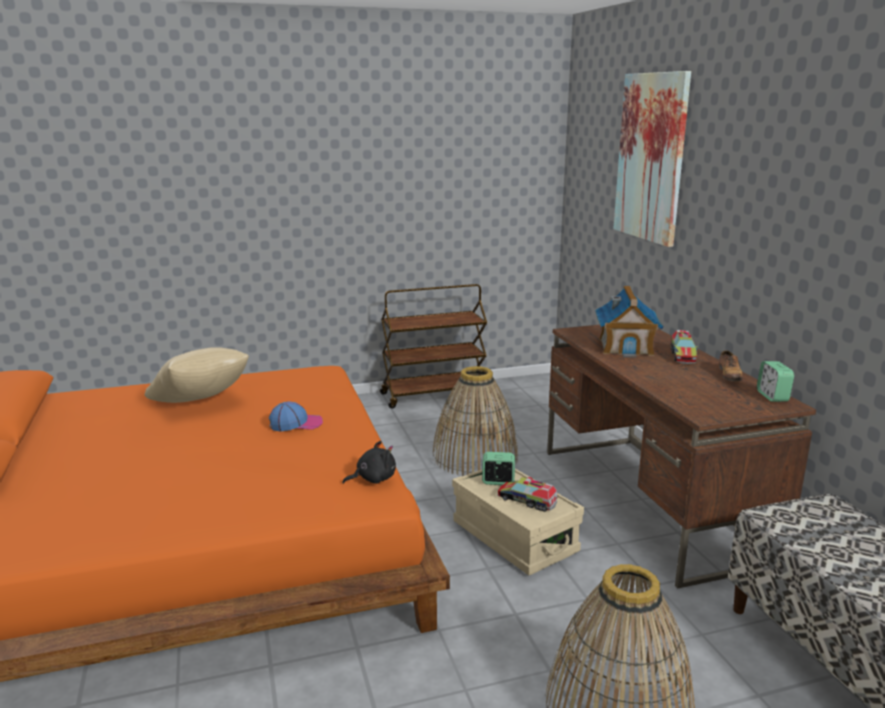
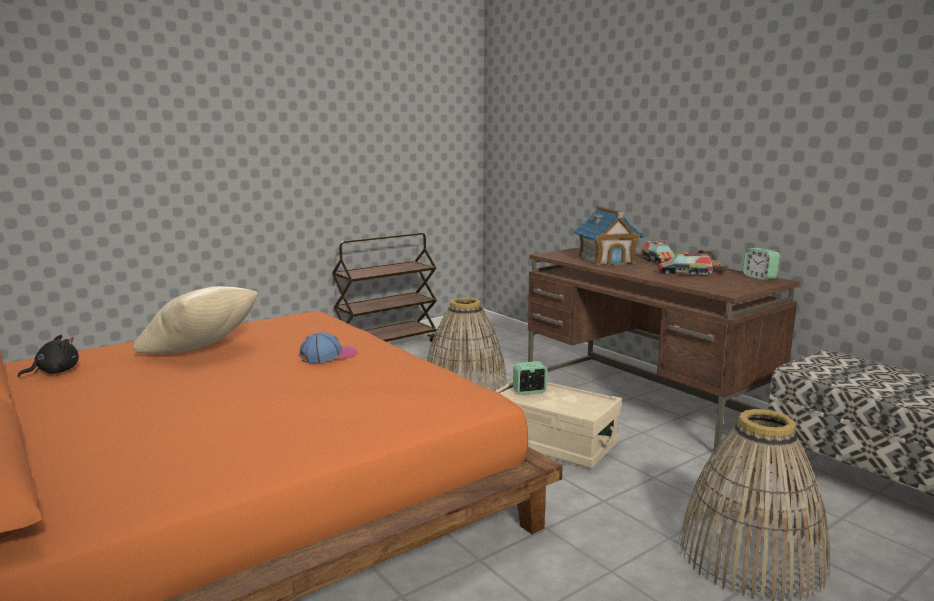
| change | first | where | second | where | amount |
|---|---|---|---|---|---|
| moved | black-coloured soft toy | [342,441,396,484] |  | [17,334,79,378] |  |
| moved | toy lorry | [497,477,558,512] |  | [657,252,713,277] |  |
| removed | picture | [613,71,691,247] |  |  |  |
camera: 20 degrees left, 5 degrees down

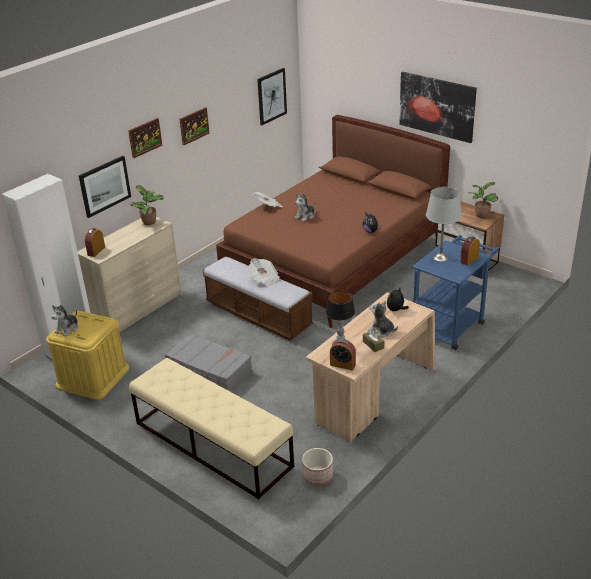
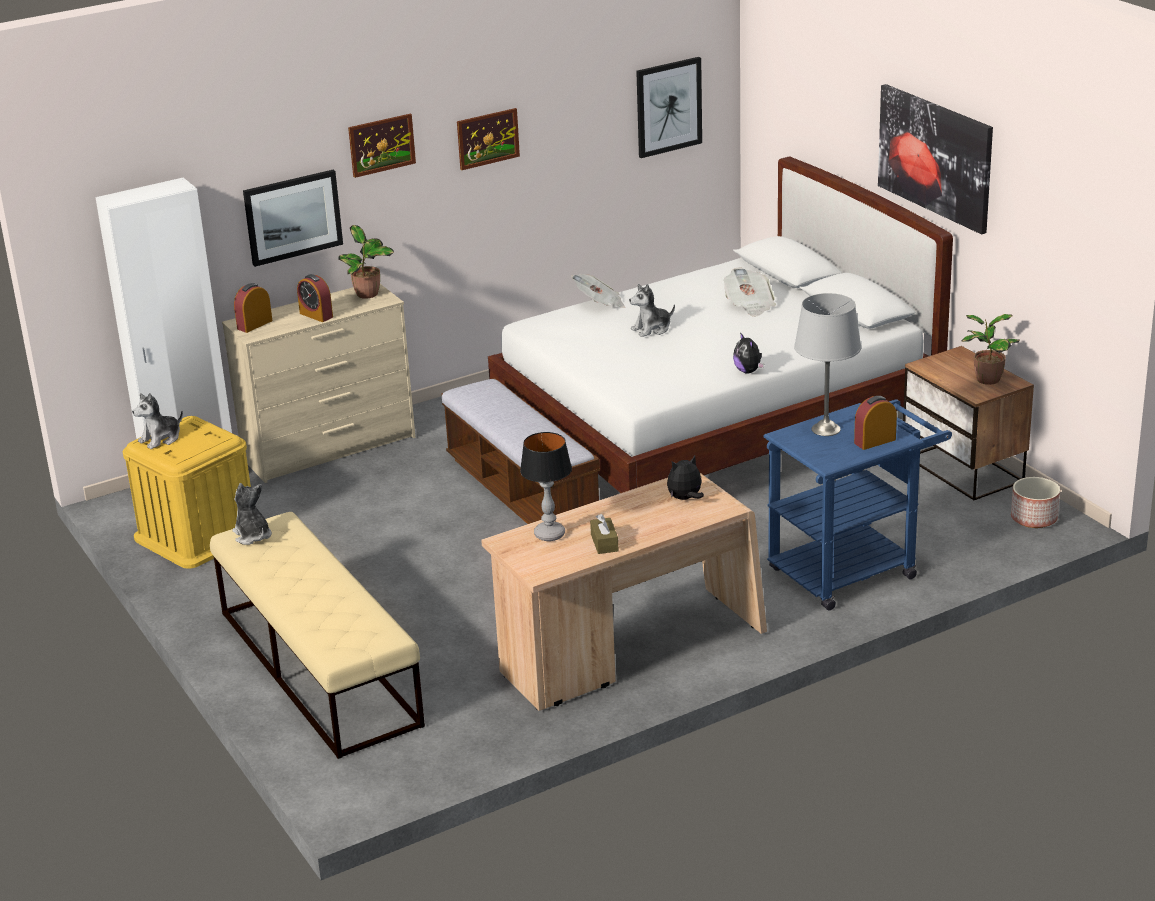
| change | first | where | second | where | amount |
|---|---|---|---|---|---|
| removed | gray piece of luggage | [165,333,252,392] |  |  |  |
| recoloured | brown bedroom bed | [216,115,450,328] | white bedroom bed | [488,156,953,493] |  |
| moved | printed paper | [248,258,280,287] |  | [723,267,776,317] |  |
| moved | planter | [302,448,333,485] |  | [1011,477,1060,528] |  |
| moved | alarm clock | [330,339,356,370] |  | [297,274,333,322] |  |
| moved | soft toy | [368,300,398,337] |  | [232,483,272,545] |  |
camera: 20 degrees right, 5 degrees down

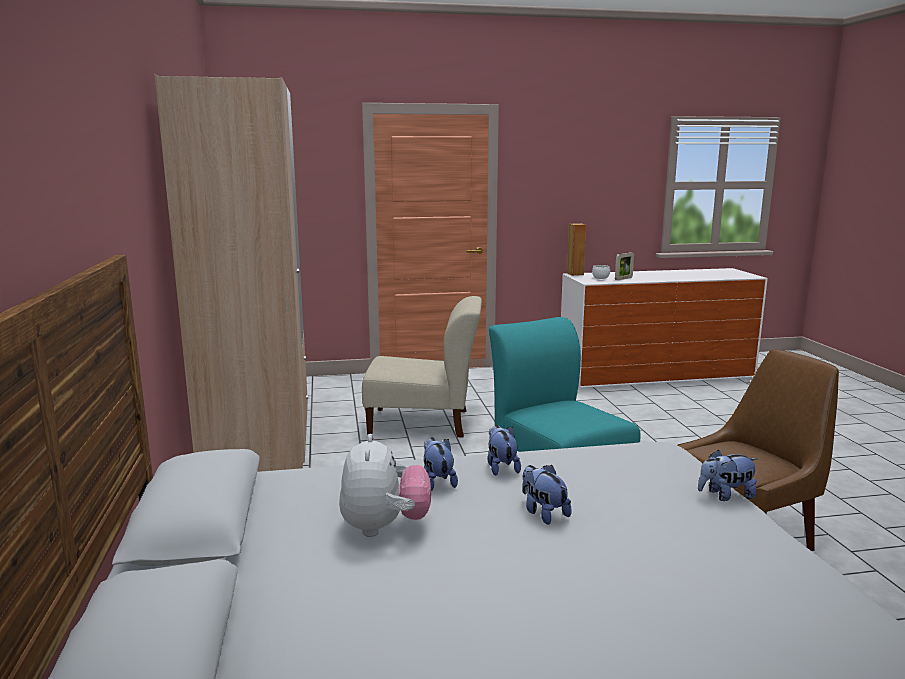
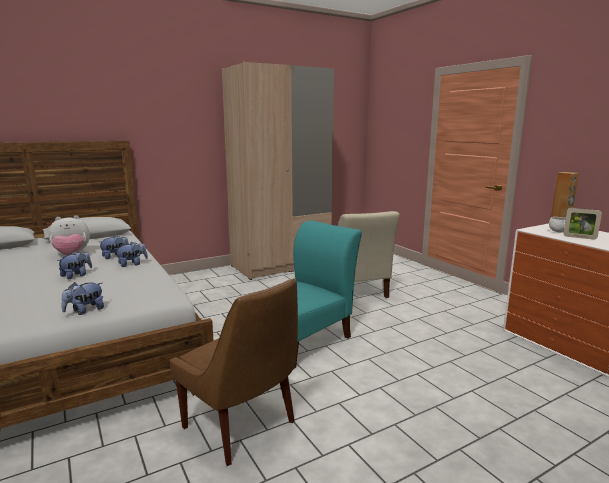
| change | first | where | second | where | amount |
|---|---|---|---|---|---|
| turned | soft toy | [698,450,758,501] |  | [61,282,104,315] | 105 degrees counterclockwise |
camera: 70 degrees right, 0 degrees up

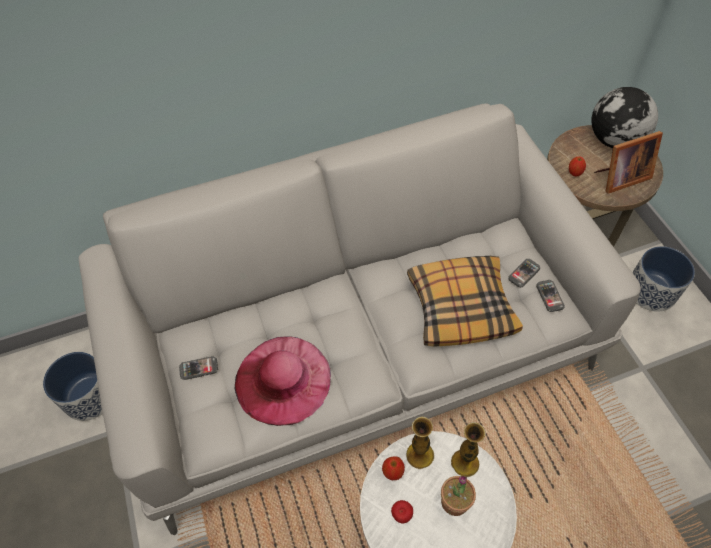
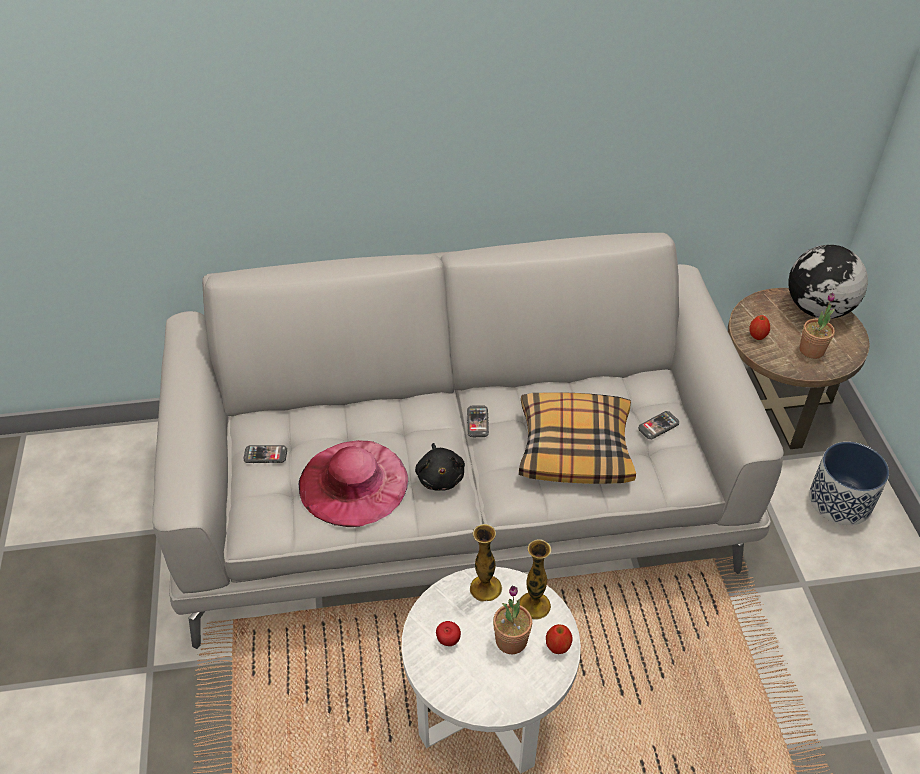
| change | first | where | second | where | amount |
|---|---|---|---|---|---|
| removed | planter | [43,352,103,421] |  |  |  |
| moved | whole apple | [382,456,405,480] |  | [546,624,572,654] |  |
| moved | phone | [536,280,565,312] |  | [467,406,489,437] |  |
| replaced | standing frame | [594,131,663,194] | potted plant | [800,292,835,359] |  |
| added |  |  | black-coloured soft toy | [415,443,465,491] |  |
camera: 10 degrees right, 10 degrees down

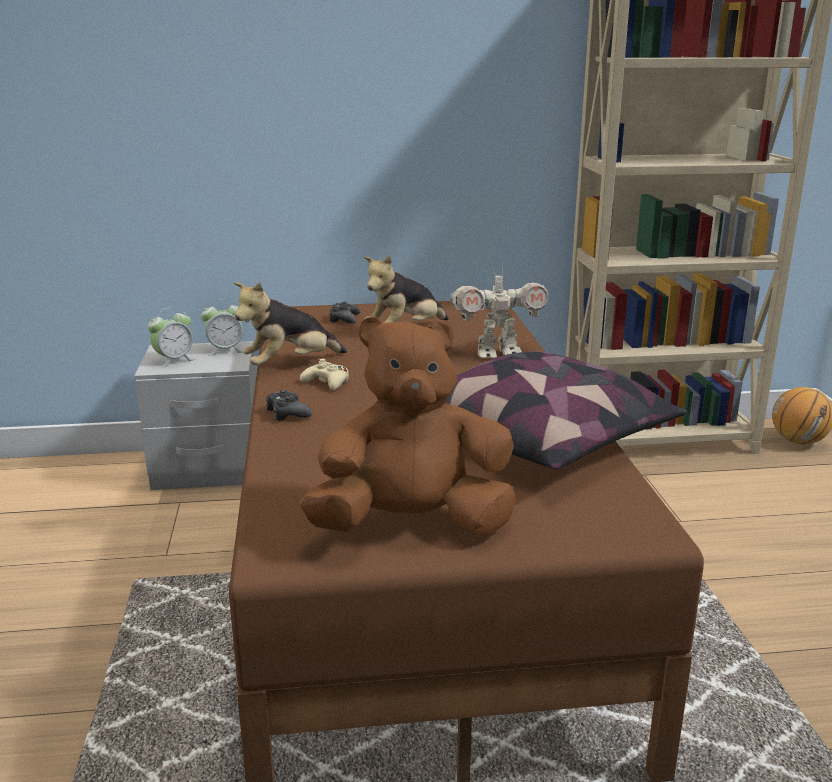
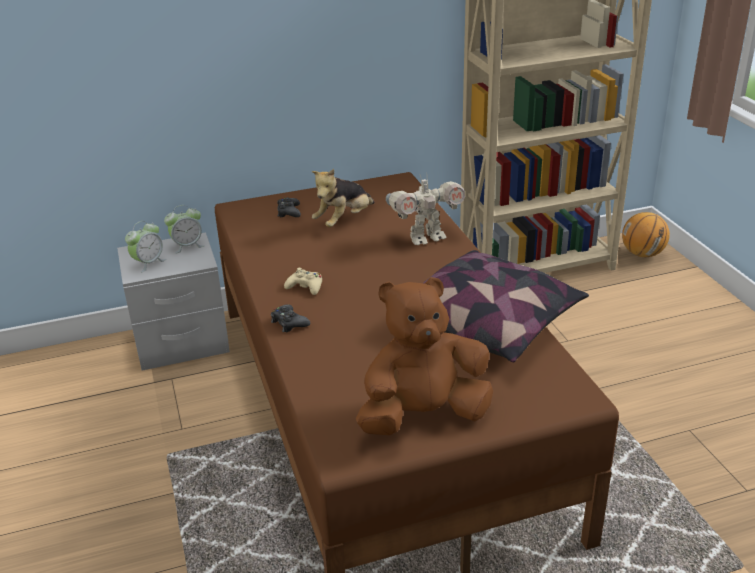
| change | first | where | second | where | amount |
|---|---|---|---|---|---|
| removed | soft toy | [234,282,347,365] |  |  |  |
camera: 10 degrees left, 10 degrees up

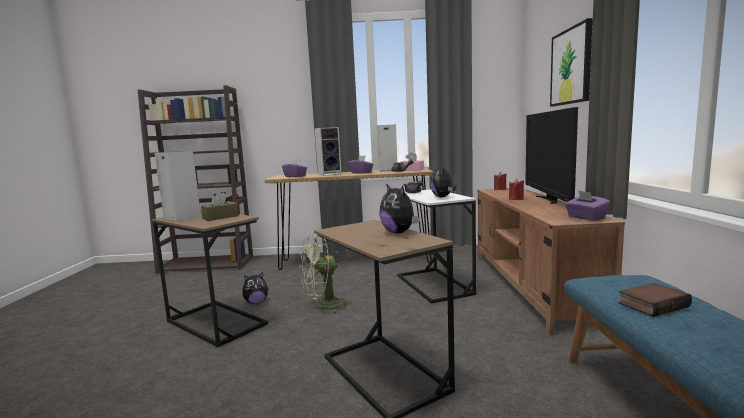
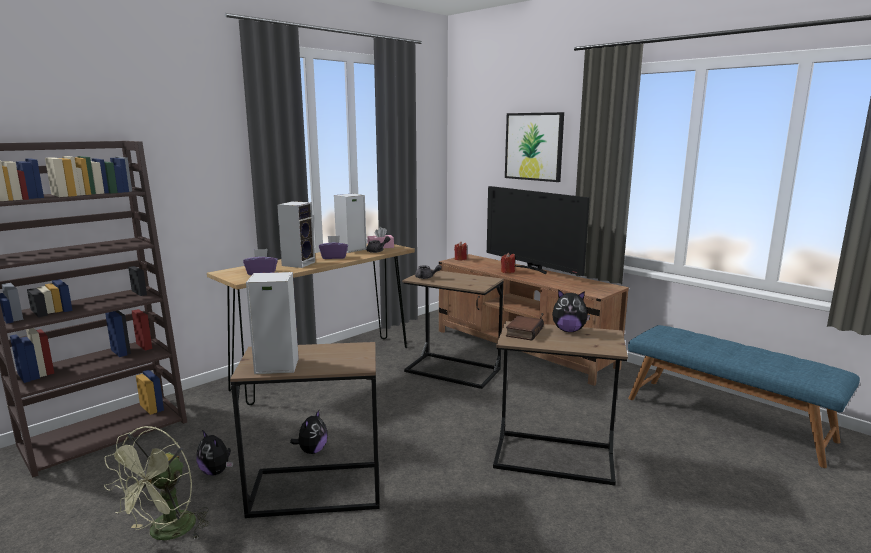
| change | first | where | second | where | amount |
|---|---|---|---|---|---|
| removed | brown tissue holder | [201,191,239,221] |  |  |  |
| moved | green-coloured fan | [299,235,353,314] |  | [104,426,210,540] |  |
| recoloured | white side table | [397,189,476,303] | brown side table | [402,271,504,389] |  |
| moved | soft toy | [431,166,457,198] |  | [197,430,233,475] |  |
| removed | purple-coloured tissue holder | [565,190,610,221] |  |  |  |
| moved | bound book | [618,283,692,317] |  | [506,316,544,341] |  |
camera: 45 degrees left, 5 degrees up

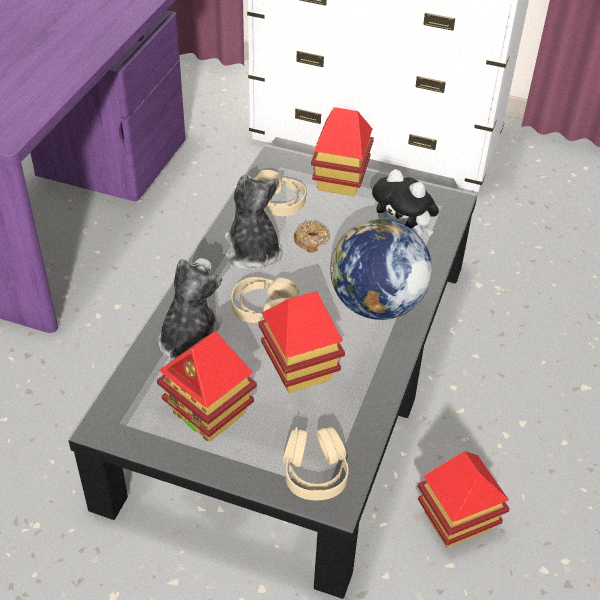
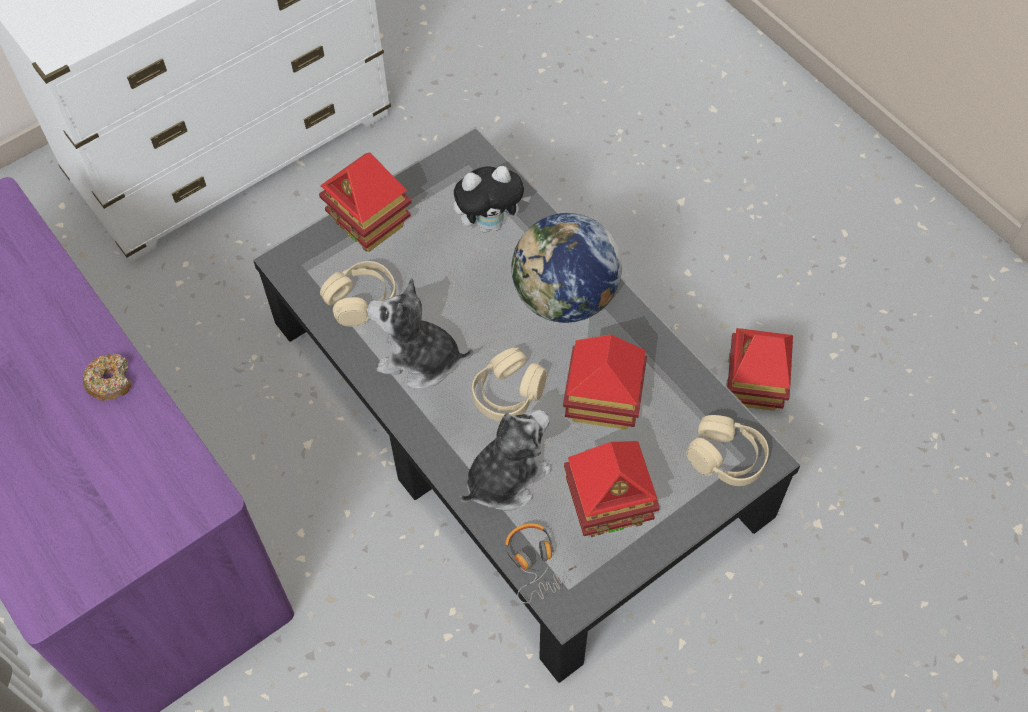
| change | first | where | second | where | amount |
|---|---|---|---|---|---|
| turned | soft toy | [158,258,223,360] |  | [460,410,552,511] | 90 degrees clockwise |
| moved | doughnut | [294,222,330,252] |  | [83,354,131,401] |  |
| added |  |  | headset | [505,523,576,603] |  |
camera: 55 degrees left, 15 degrees up

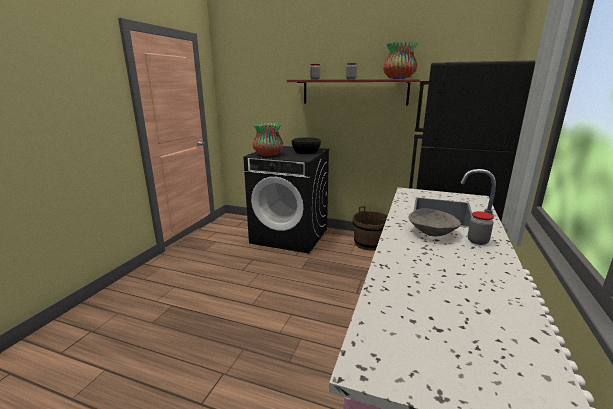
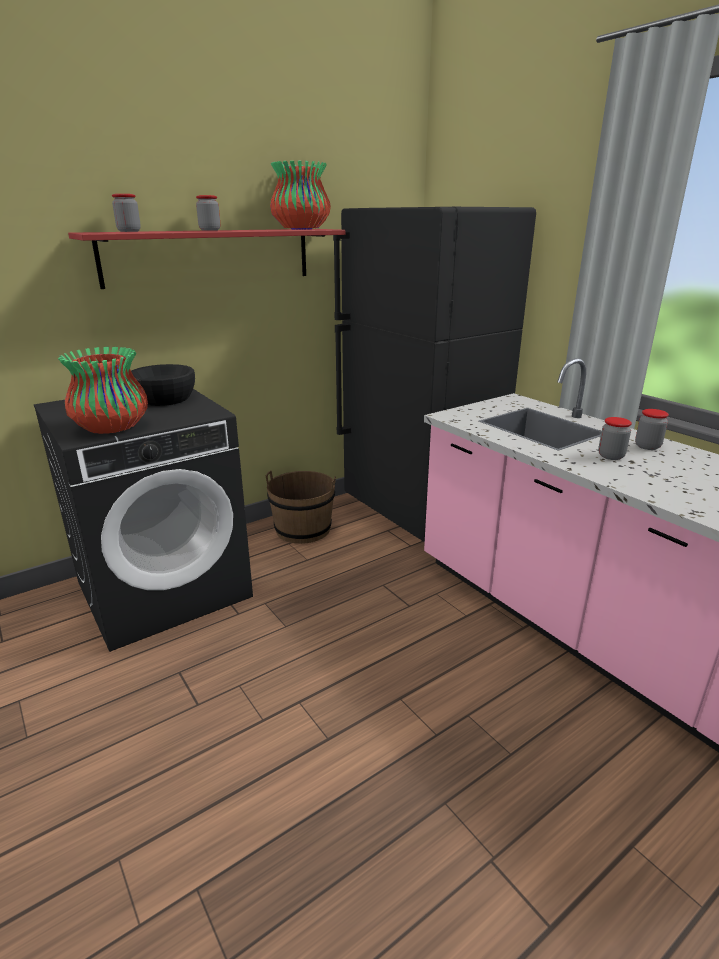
| change | first | where | second | where | amount |
|---|---|---|---|---|---|
| replaced | gray serving bowl | [409,209,461,236] | storage jar | [598,417,632,460] |  |
camera: 55 degrees left, 5 degrees up

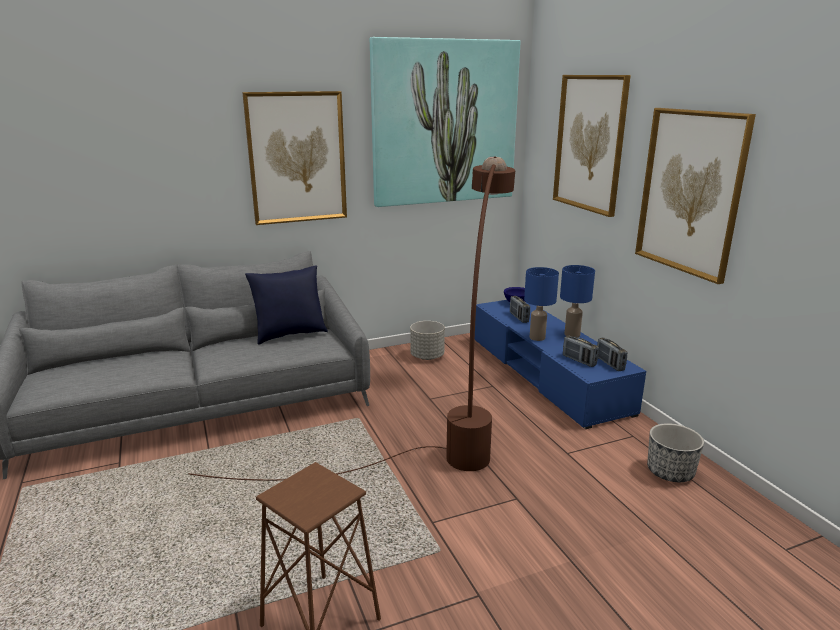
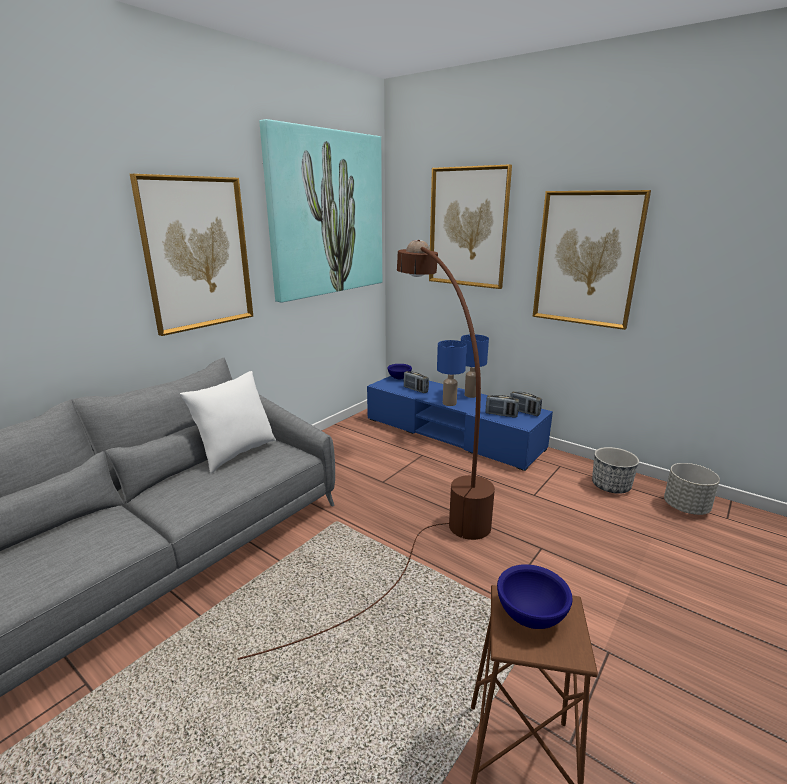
| change | first | where | second | where | amount |
|---|---|---|---|---|---|
| recoloured | bluish cushion | [245,265,328,345] | white cushion | [180,371,276,473] |  |
| moved | gray planter | [410,321,445,360] |  | [664,463,720,515] |  |
| added |  |  | bluish serving bowl | [497,564,573,629] |  |
camera: 30 degrees left, 0 degrees up

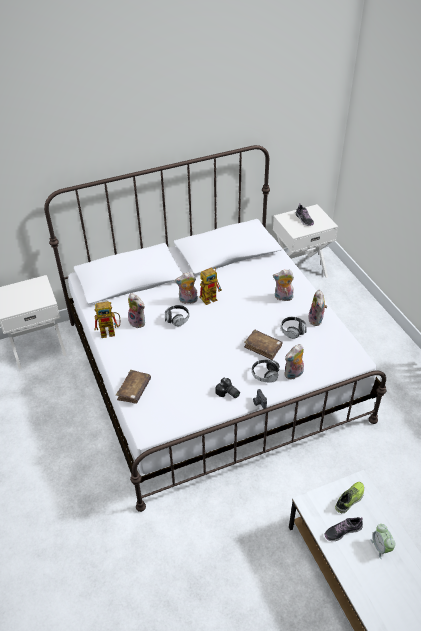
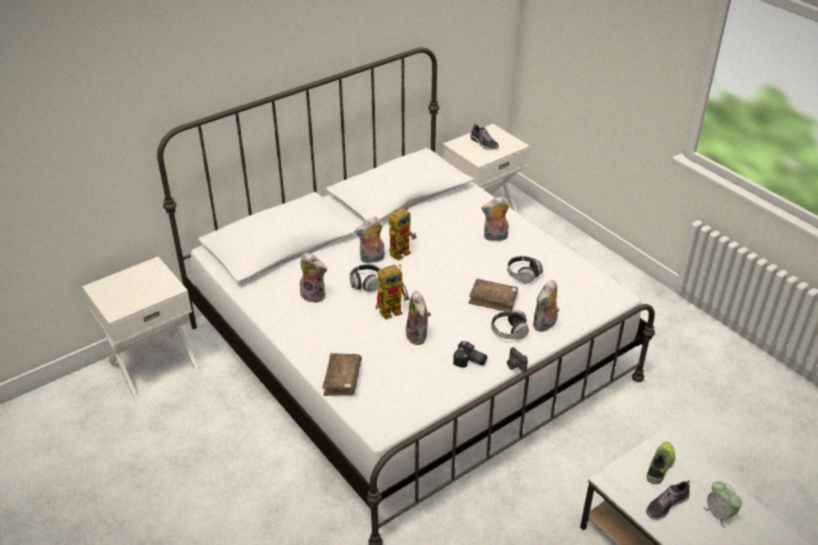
| change | first | where | second | where | amount |
|---|---|---|---|---|---|
| moved | toy robot | [94,301,120,338] |  | [376,264,409,320] |  |
| moved | soft toy | [308,289,327,326] |  | [406,291,431,345] |  |
camera: 15 degrees left, 5 degrees down

